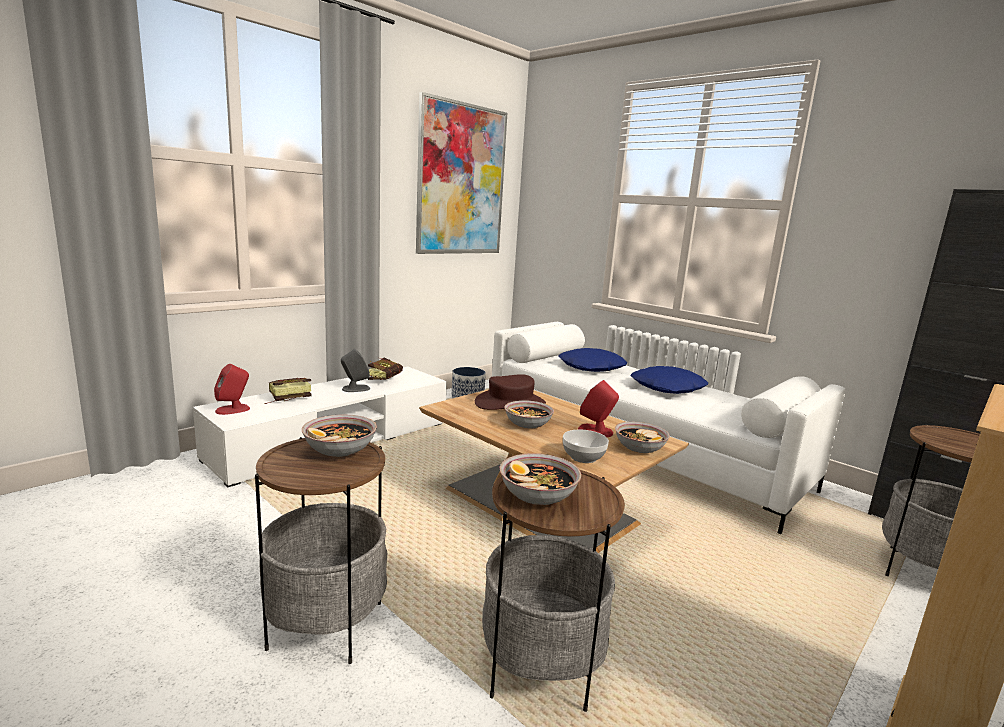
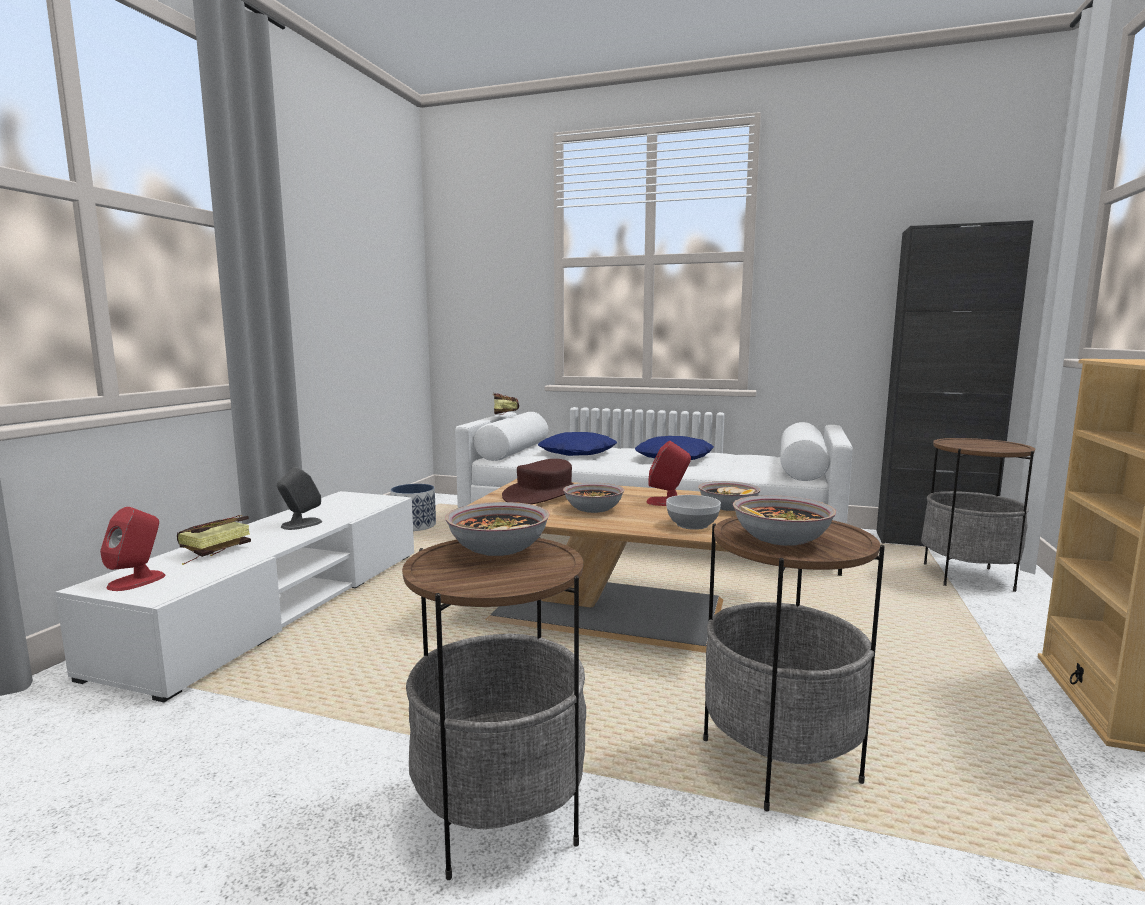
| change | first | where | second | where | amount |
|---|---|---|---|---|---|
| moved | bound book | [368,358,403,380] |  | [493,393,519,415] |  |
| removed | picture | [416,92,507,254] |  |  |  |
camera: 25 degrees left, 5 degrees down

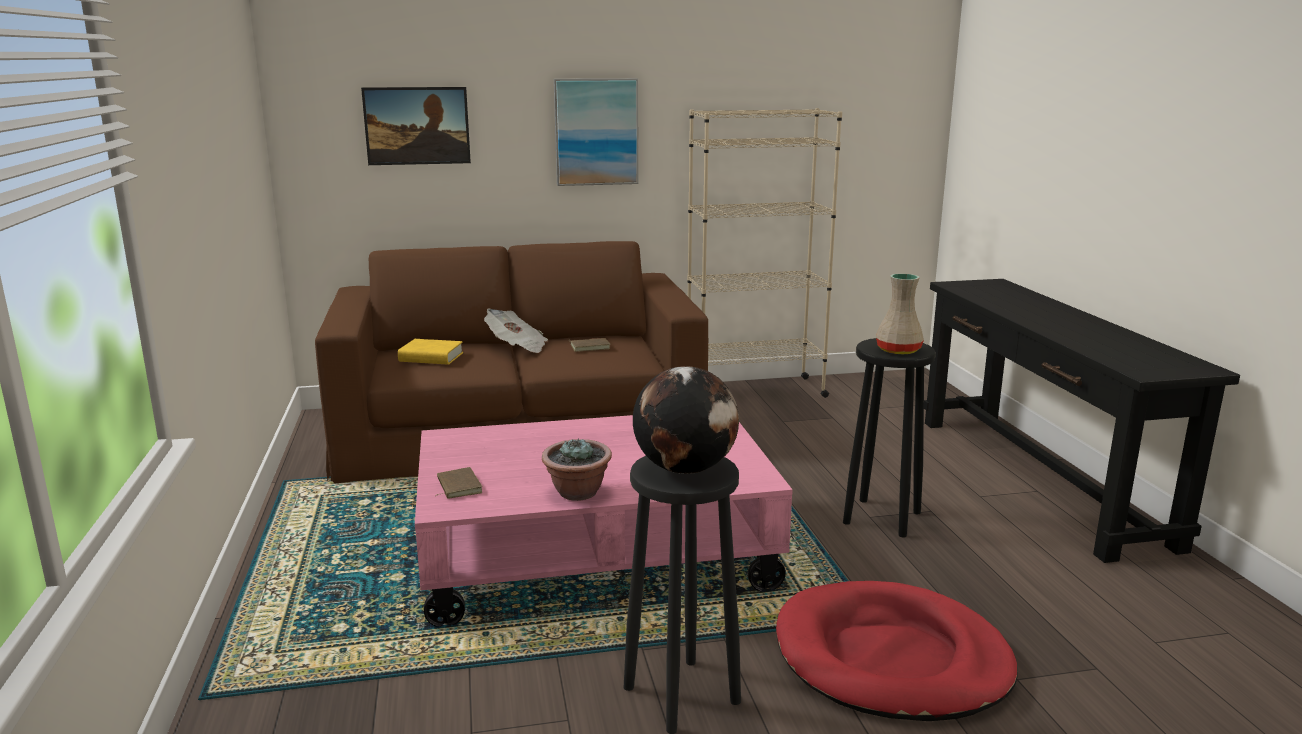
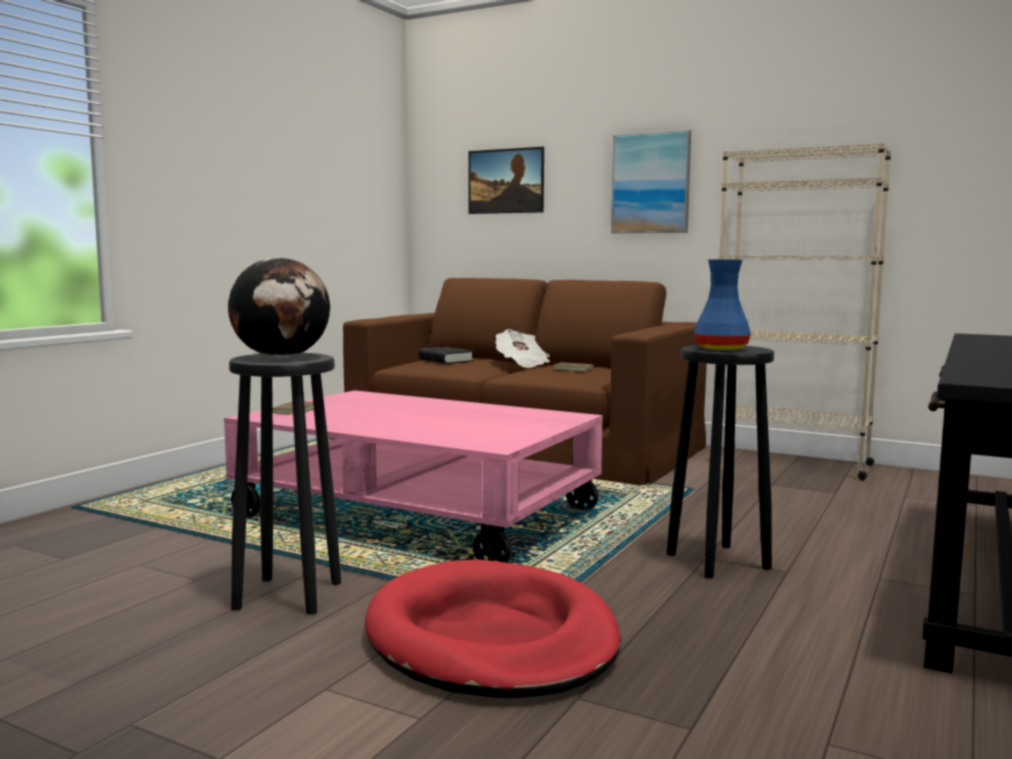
| change | first | where | second | where | amount |
|---|---|---|---|---|---|
| recoloured | yellowish bound book | [398,339,463,365] | black-coloured bound book | [419,347,473,364] |  |
| removed | potted plant | [542,439,612,501] |  |  |  |
| recoloured | beige-coloured vase | [876,273,924,354] | bluish vase | [694,259,751,351] |  |
camera: 40 degrees right, 10 degrees down

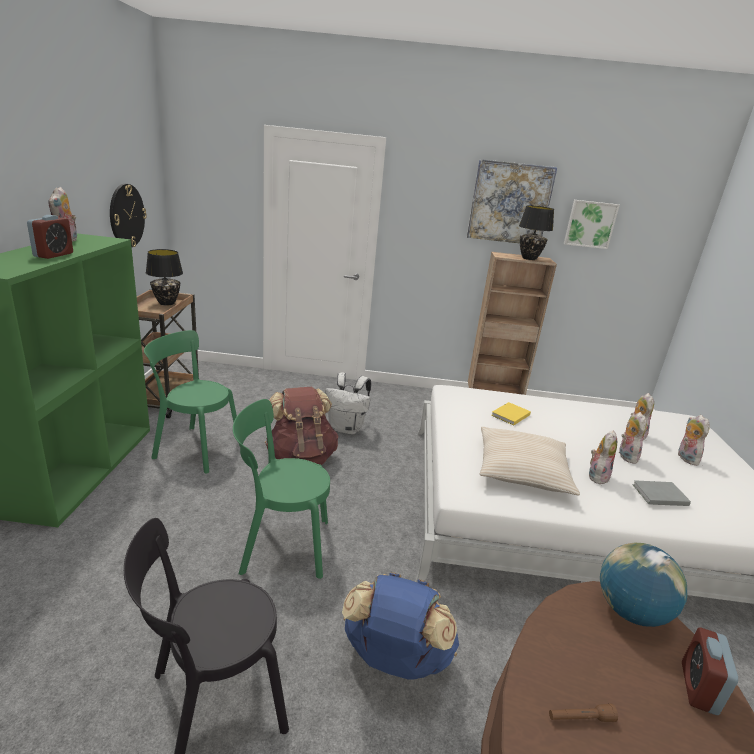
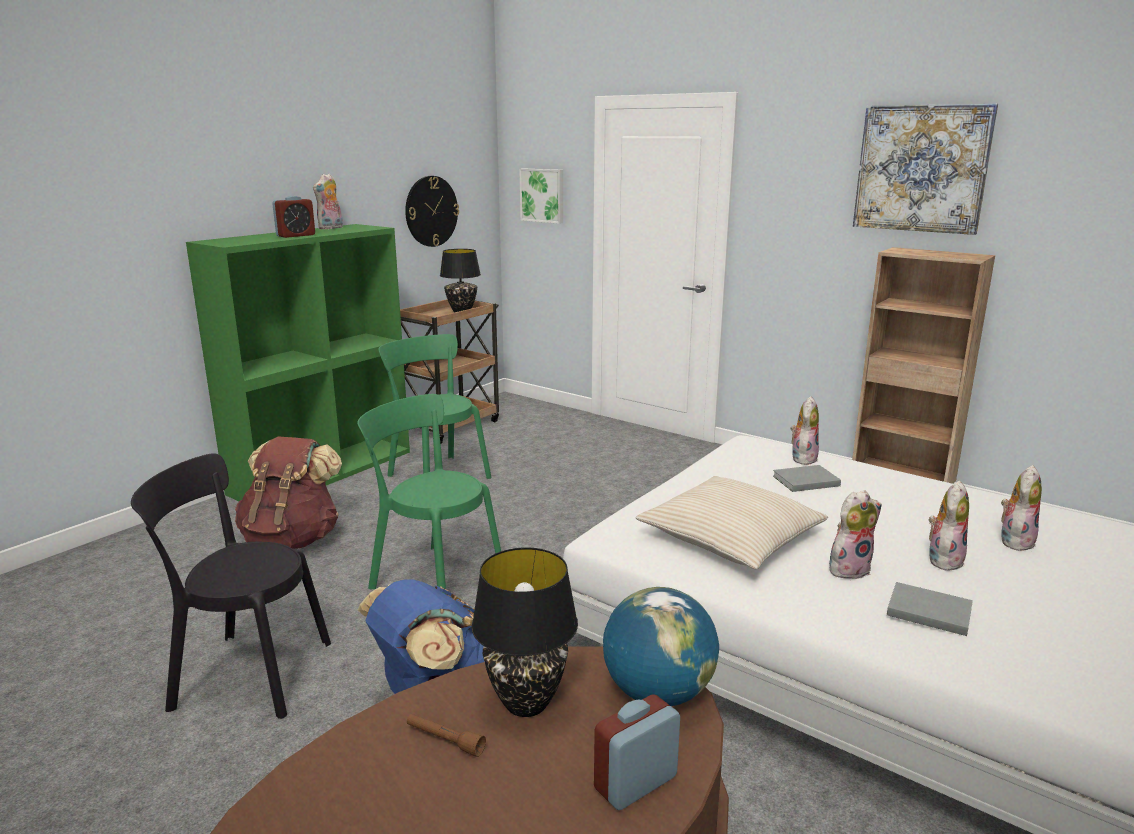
| change | first | where | second | where | amount |
|---|---|---|---|---|---|
| moved | brown rucksack | [265,387,338,465] |  | [235,437,342,549] |  |
| removed | white rucksack | [325,373,371,434] |  |  |  |
| recoloured | yellowish bound book | [491,402,531,425] | gray bound book | [773,465,841,492] |  |
| moved | black-coloured tabletop lamp | [519,205,554,260] |  | [471,547,578,717] |  |
| moved | picture | [564,200,620,249] |  | [519,168,563,224] |  |
| moved | soft toy | [678,415,710,466] |  | [790,396,819,465] |  |
camera: 35 degrees right, 5 degrees down

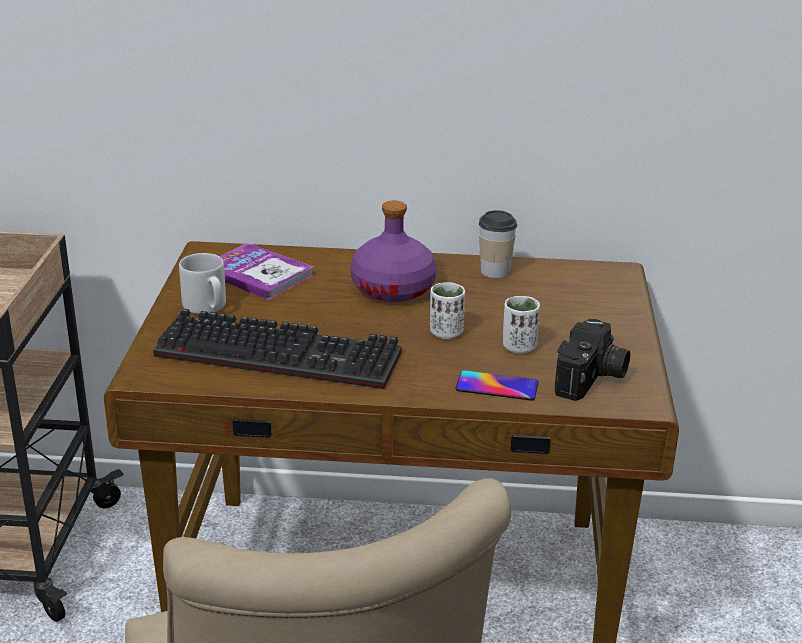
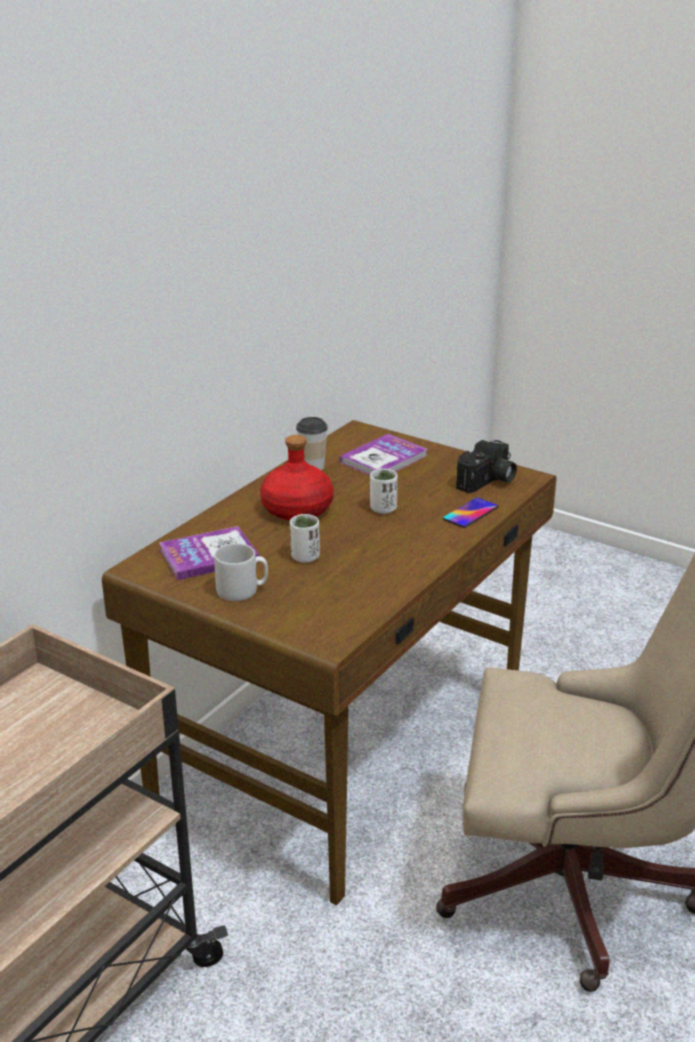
| change | first | where | second | where | amount |
|---|---|---|---|---|---|
| removed | keyboard | [153,309,402,389] |  |  |  |
| recoloured | purple-coloured bottle | [350,200,437,302] | red bottle | [260,435,334,520] |  |
| moved | white cup | [503,296,540,354] |  | [290,514,320,563] |  |
| turned | still camera | [555,319,630,401] |  | [456,440,517,493] | 75 degrees clockwise |
| added |  |  | bound book | [340,434,427,475] |  |
camera: 60 degrees left, 0 degrees up

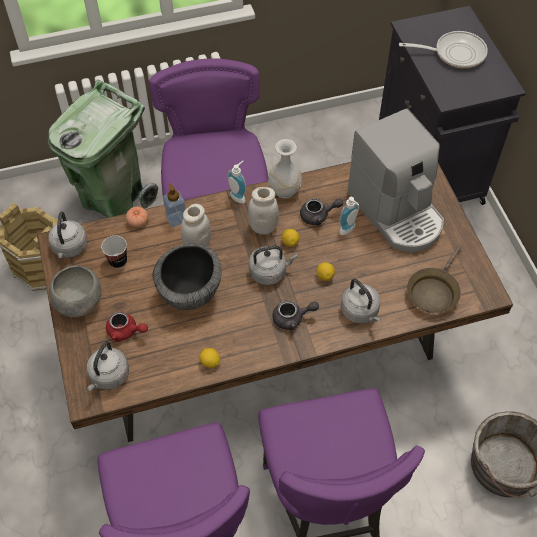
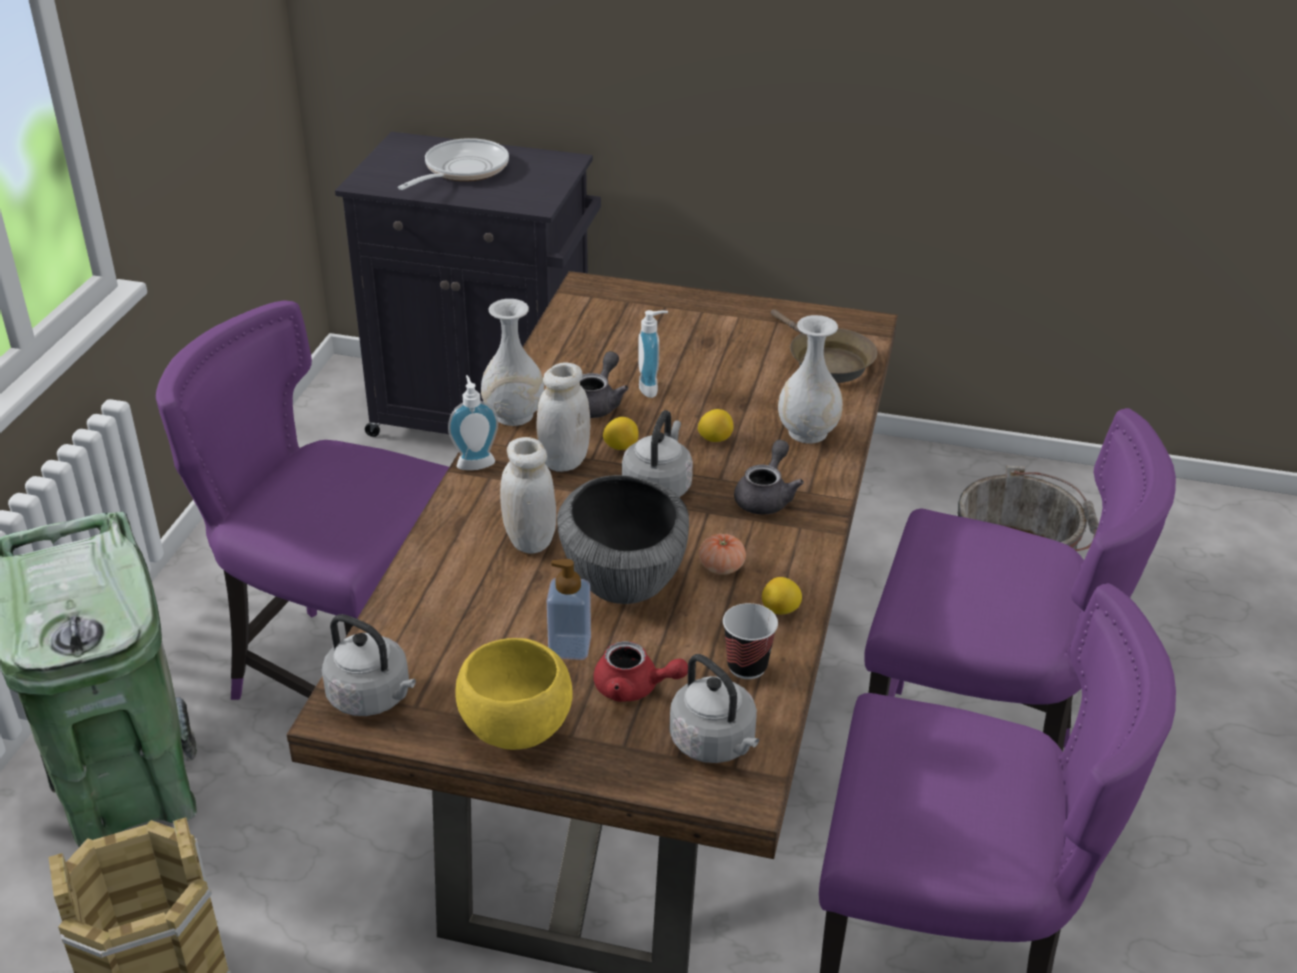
| change | first | where | second | where | amount |
|---|---|---|---|---|---|
| recoloured | gray serving bowl | [49,265,102,317] | yellowish serving bowl | [455,638,573,750] |  |
| moved | cup | [101,235,127,268] |  | [723,603,778,679] |  |
| turned | red teapot | [106,311,148,342] |  | [594,641,688,702] | 60 degrees clockwise |
| moved | tomato | [126,207,148,227] |  | [699,534,746,574] |  |
| moved | soap bottle | [163,183,186,227] |  | [547,559,591,660] |  |
| replaced | gray water kettle | [341,279,381,324] | white vase | [778,315,843,444] |  |
| removed | coffee maker | [347,108,444,252] |  |  |  |
camera: 60 degrees left, 20 degrees down

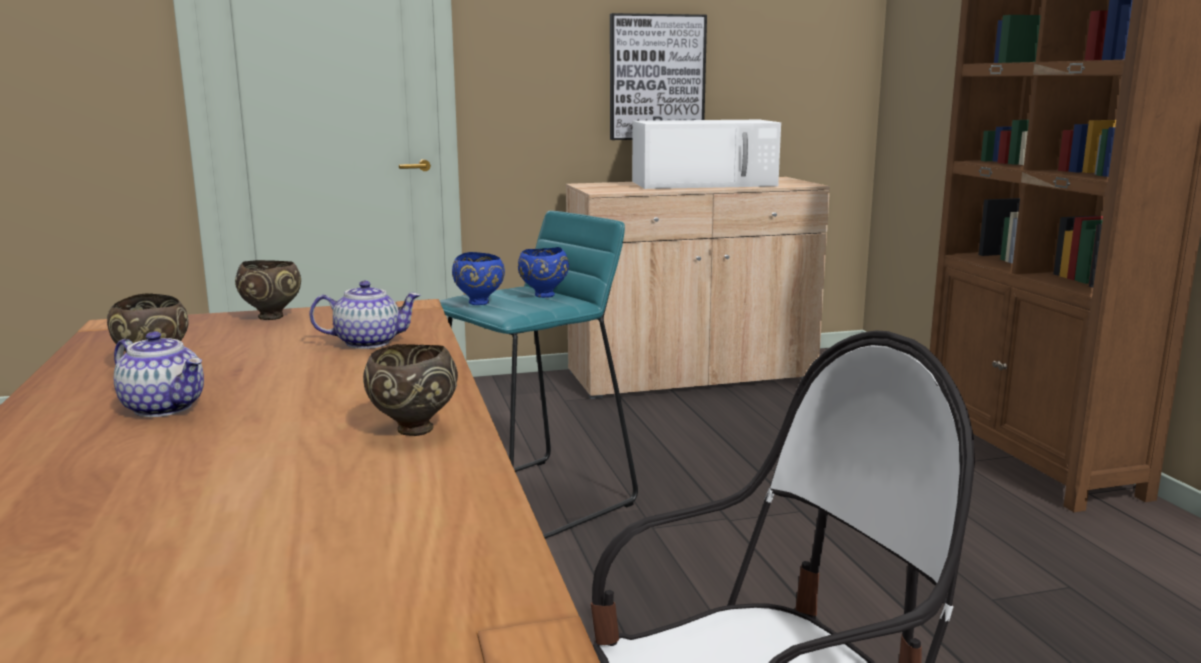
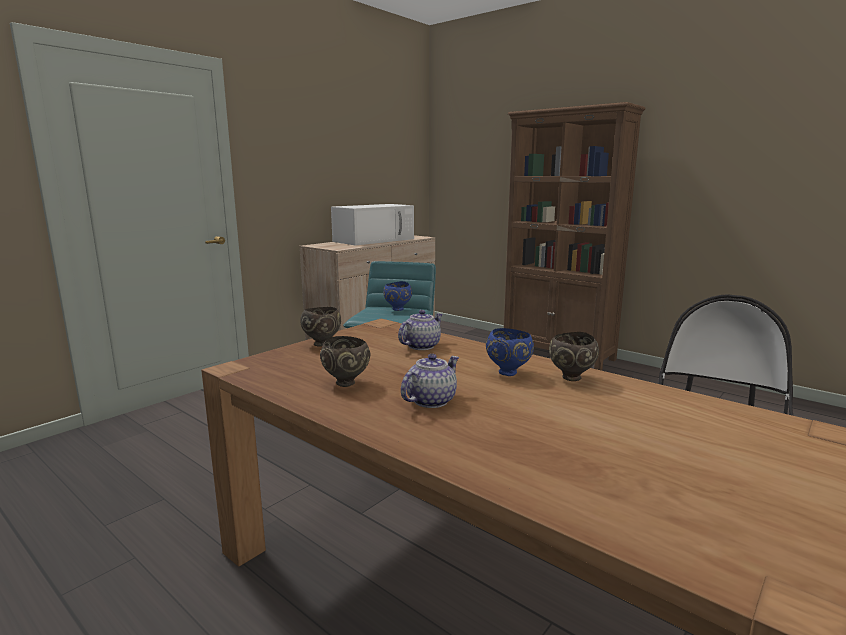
| change | first | where | second | where | amount |
|---|---|---|---|---|---|
| turned | teapot | [113,331,204,417] |  | [401,354,459,408] | 45 degrees counterclockwise |
| moved | bluish serving bowl | [452,252,505,305] |  | [486,328,534,376] |  |
| removed | picture | [610,13,707,140] |  |  |  |
camera: 35 degrees left, 0 degrees up

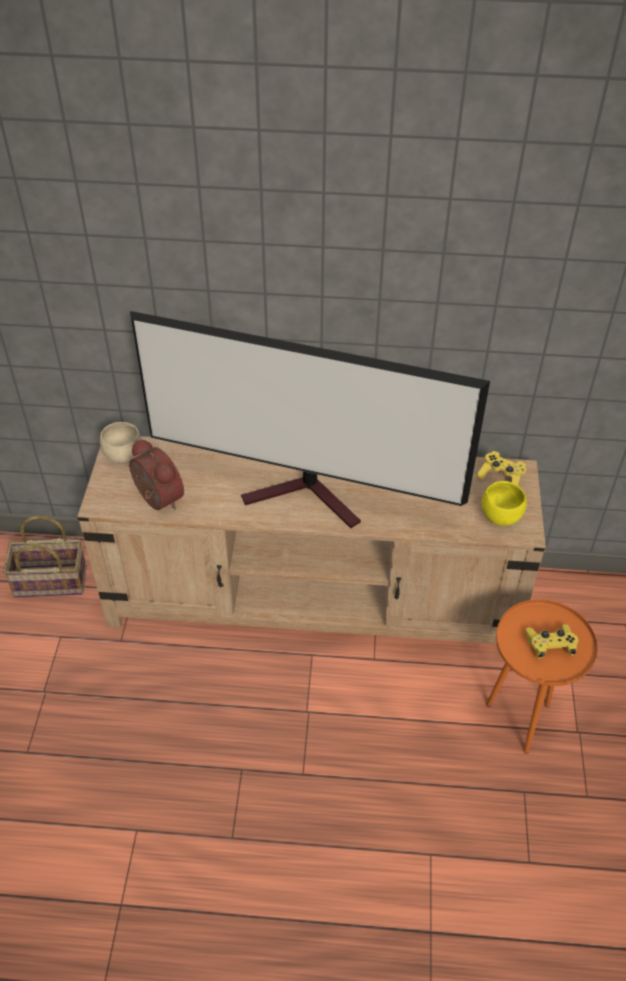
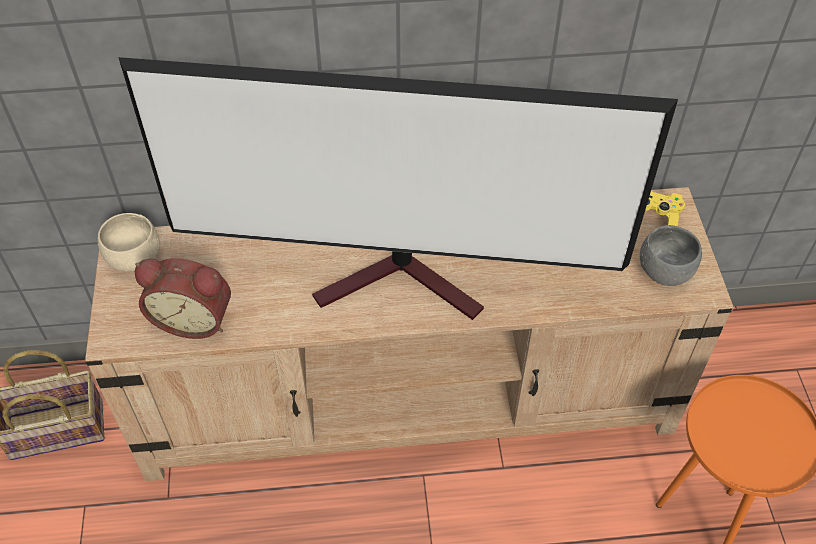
| change | first | where | second | where | amount |
|---|---|---|---|---|---|
| turned | alarm clock | [129,439,184,510] |  | [135,258,231,339] | 150 degrees clockwise |
| recoloured | yellowish serving bowl | [481,481,527,526] | gray serving bowl | [640,225,702,286] |  |
| removed | yellowish gamepad | [525,624,578,659] |  |  |  |
camera: 10 degrees left, 5 degrees up

